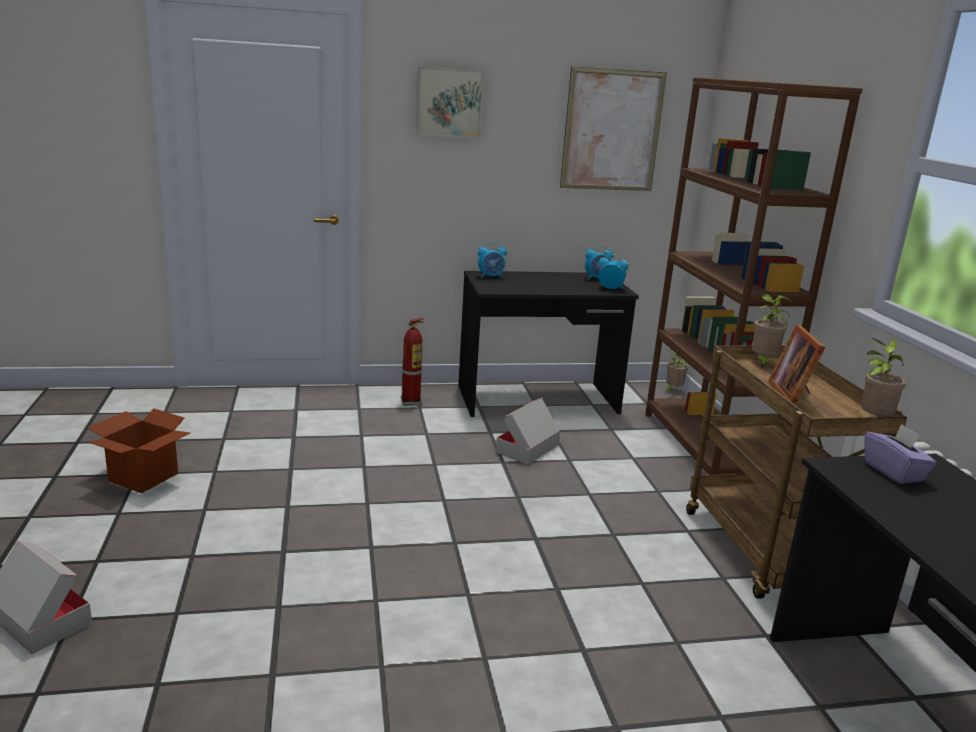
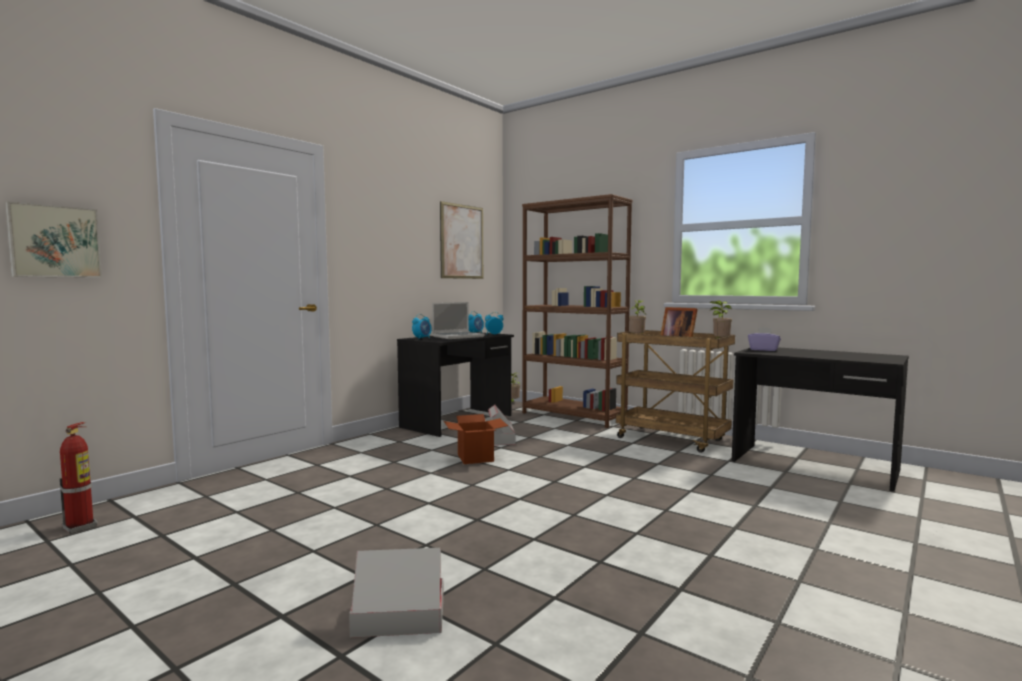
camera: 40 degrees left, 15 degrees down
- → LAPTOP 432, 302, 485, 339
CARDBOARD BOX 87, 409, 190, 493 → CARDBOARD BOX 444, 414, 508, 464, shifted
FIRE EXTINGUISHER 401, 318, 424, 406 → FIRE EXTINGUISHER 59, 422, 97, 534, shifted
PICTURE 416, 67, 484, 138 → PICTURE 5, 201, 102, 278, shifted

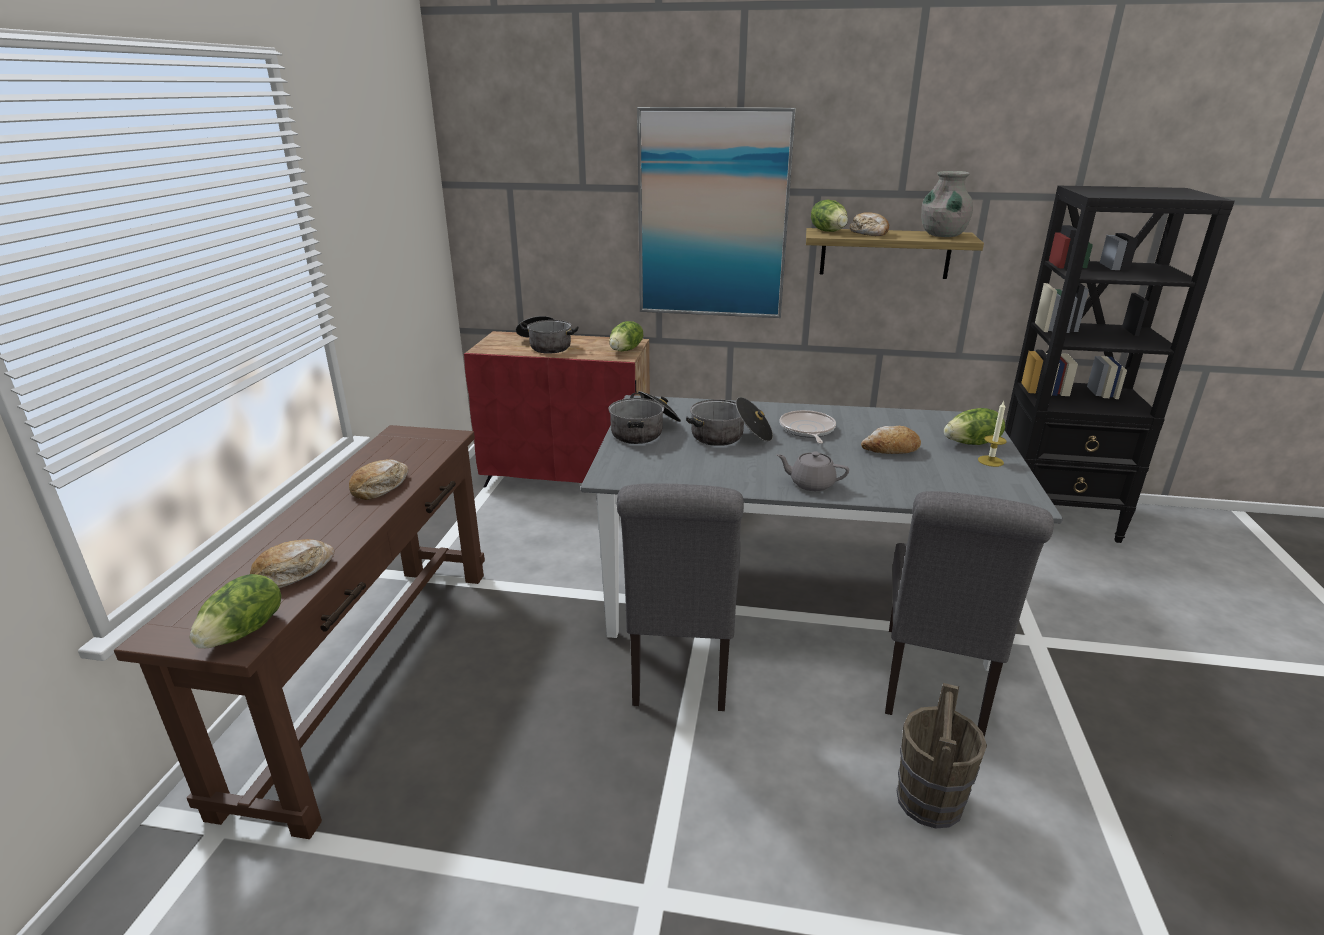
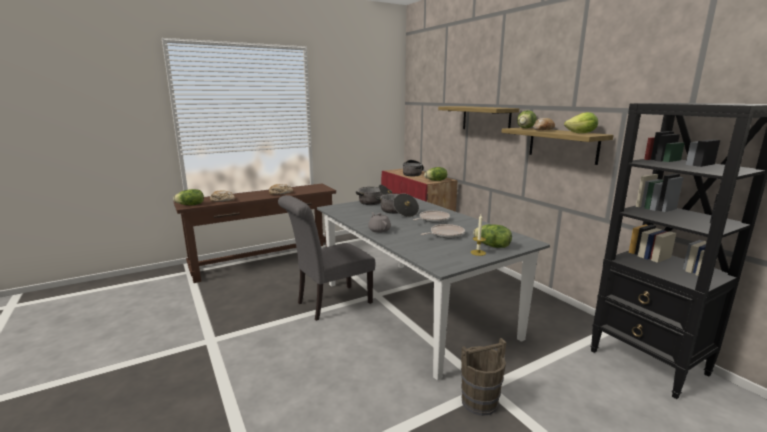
camera: 50 degrees right, 10 degrees down
GREY CHAIR 885, 491, 1054, 736 → -
BROWN BUCKET 897, 683, 987, 829 → BROWN BUCKET 461, 338, 506, 416, shifted
PICTURE 637, 107, 796, 318 → SHELF 438, 106, 519, 129
BREAD 861, 426, 921, 454 → FRYING PAN 421, 224, 465, 238
GREY VASE 921, 171, 973, 237 → LETTUCE 564, 112, 598, 133

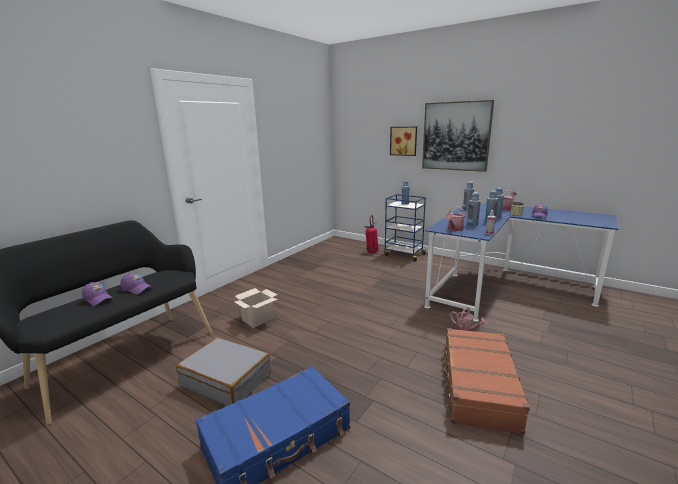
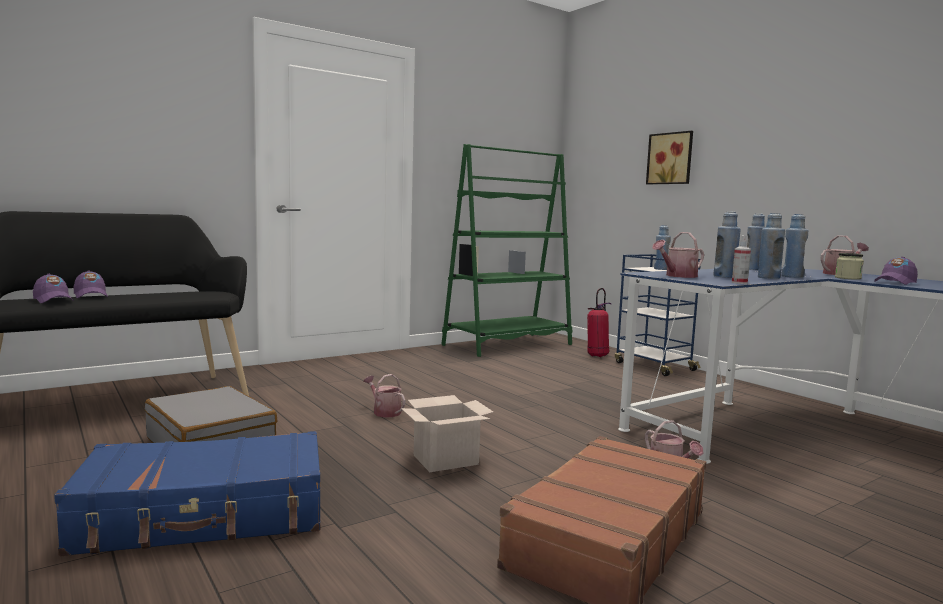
camera: 20 degrees right, 10 degrees down
PICTURE 422, 100, 494, 172 → -
- → WATERING CAN 364, 374, 406, 417
- → GREEN BOOKCASE 441, 144, 572, 357
PURPLE CAP 121, 273, 153, 294 → PURPLE CAP 33, 274, 74, 303, shifted
CARDBOARD BOX 235, 288, 278, 328 → CARDBOARD BOX 401, 395, 493, 472, shifted

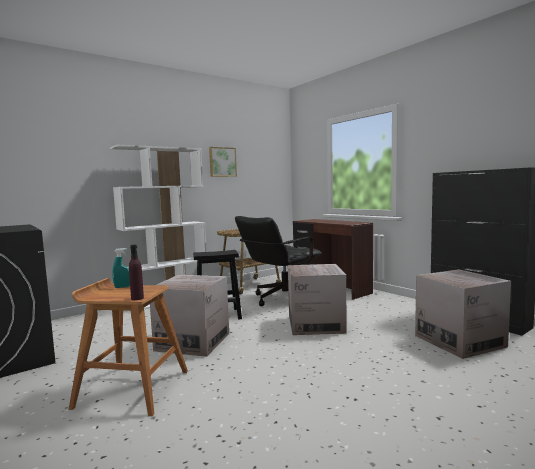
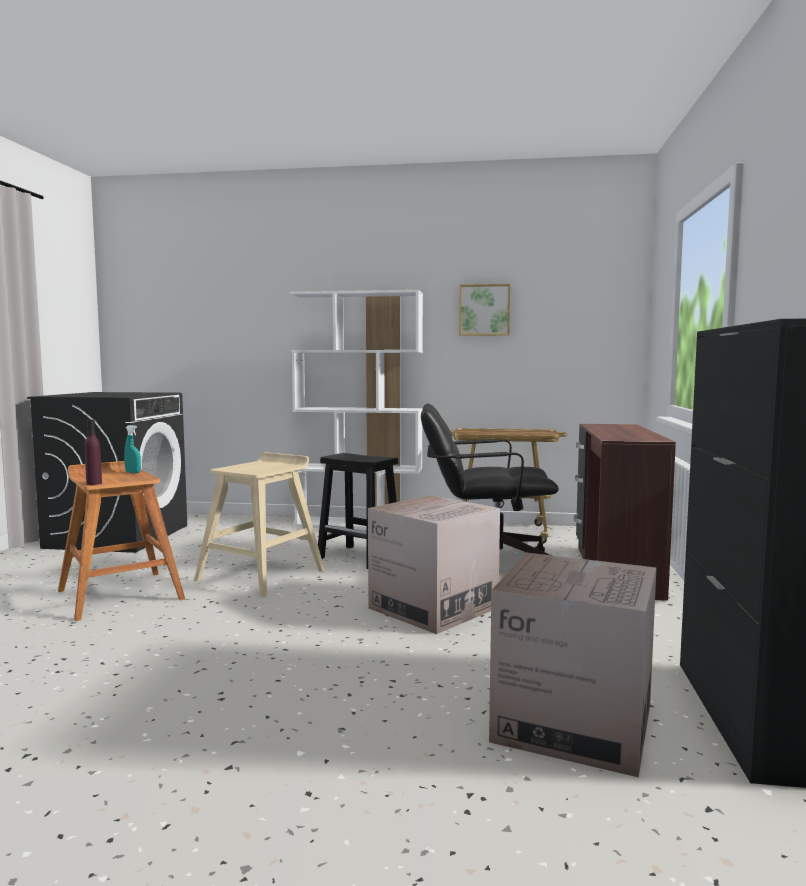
camera: 45 degrees right, 0 degrees up
CARDBOARD BOX 150, 275, 229, 357 → BEIGE STOOL 194, 452, 325, 597

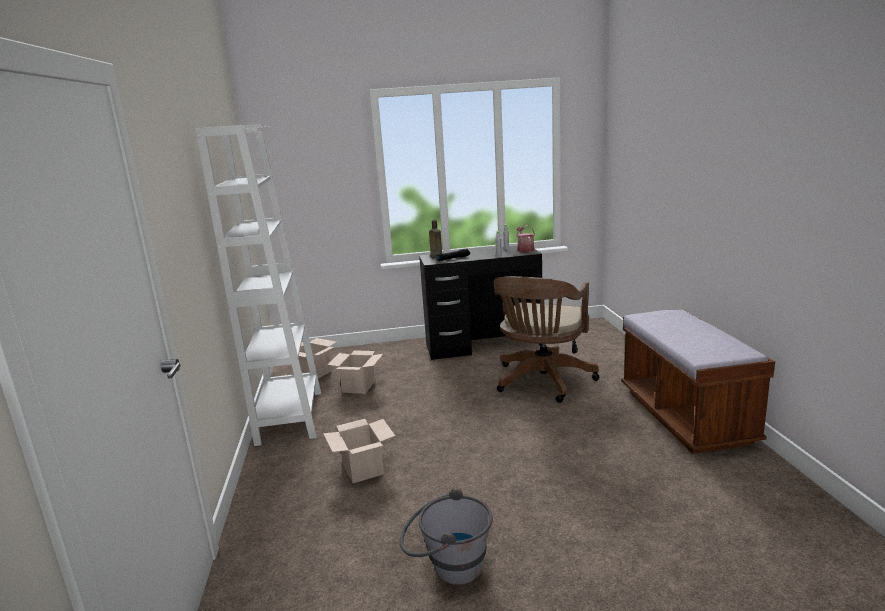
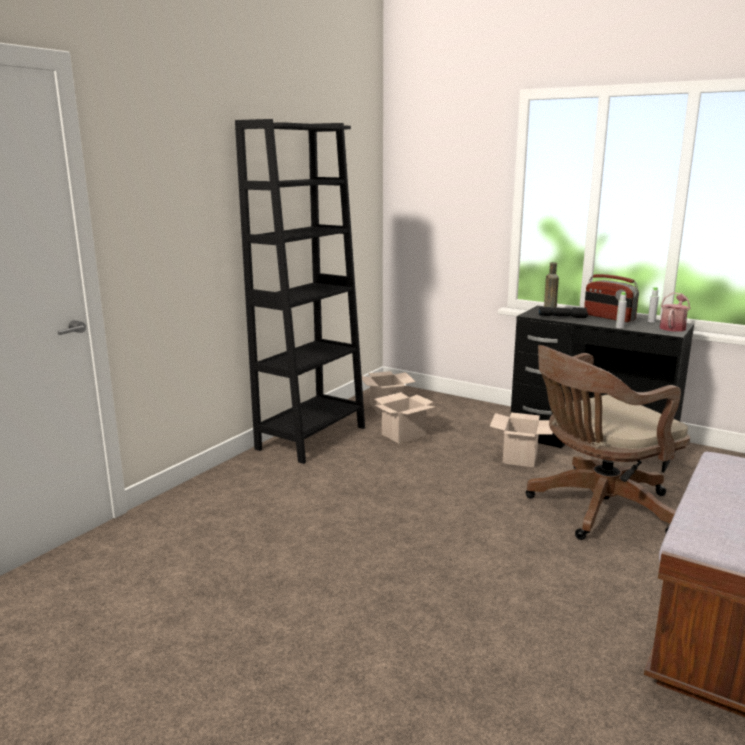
camera: 40 degrees right, 0 degrees up
GREY BUCKET 400, 488, 493, 585 → -
- → RADIO 584, 274, 639, 322
CARDBOARD BOX 323, 419, 395, 483 → CARDBOARD BOX 490, 412, 553, 467, shifted
WHITE BOOKCASE 195, 124, 321, 446 → BLACK BOOKCASE 235, 119, 365, 464

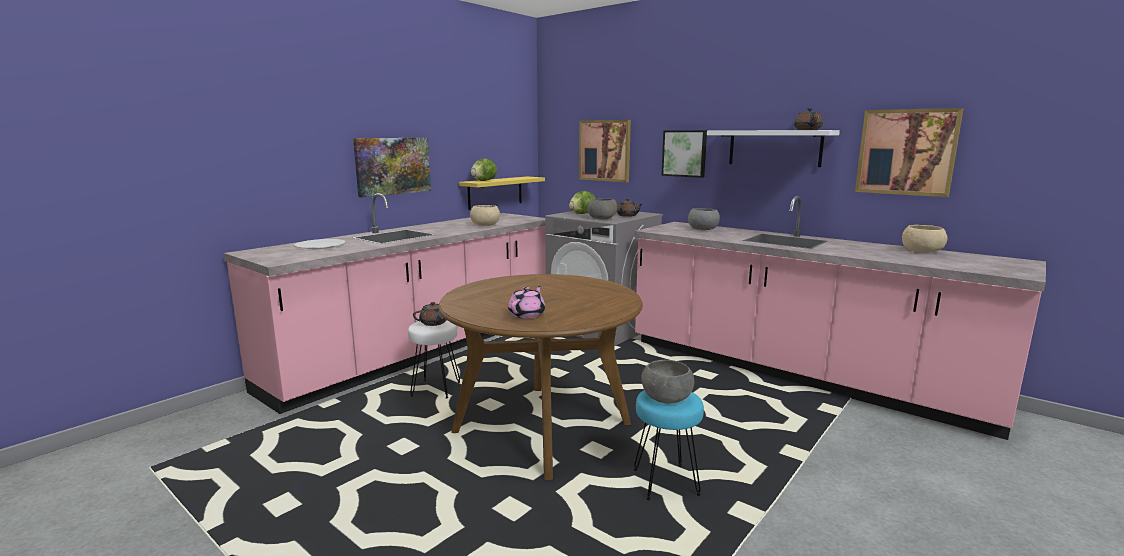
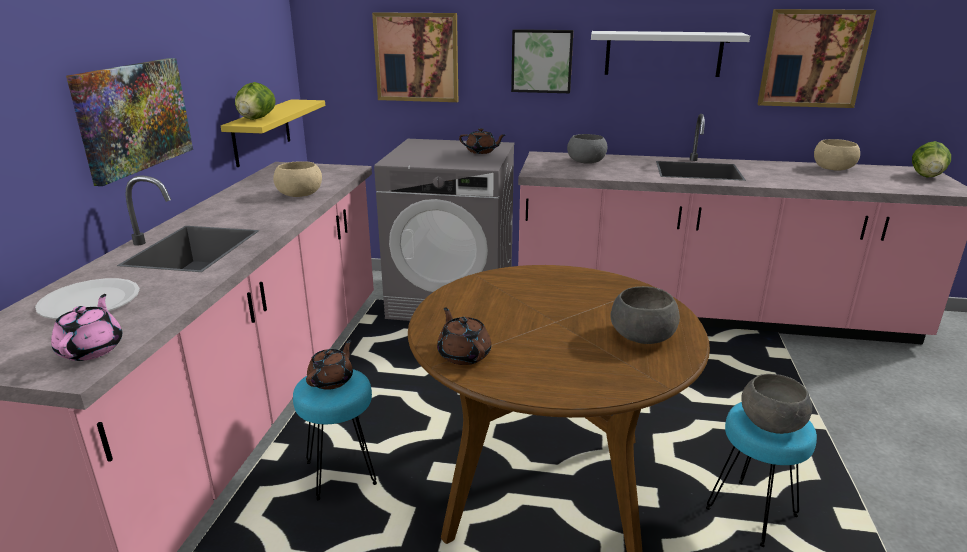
camera: 30 degrees left, 10 degrees up
PINK TEAPOT 508, 286, 545, 319 → PINK TEAPOT 51, 294, 122, 361, shifted
LETTUCE 569, 191, 596, 214 → LETTUCE 912, 141, 951, 178, shifted
GREY BOWL 587, 198, 617, 219 → GREY BOWL 610, 286, 680, 344, shifted
BROWN TEAPOT 794, 108, 823, 130 → BROWN TEAPOT 437, 307, 491, 365, shifted
WHITE STOOL 408, 320, 460, 399 → TURQUOISE STOOL 293, 369, 377, 500

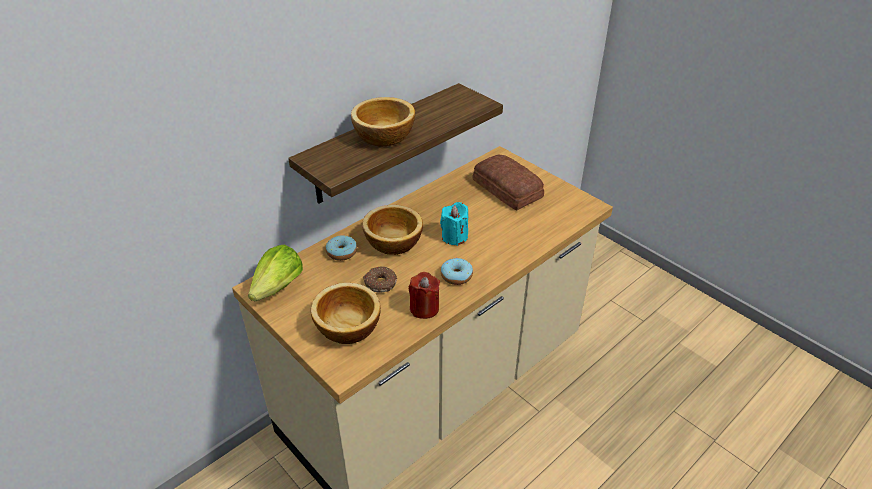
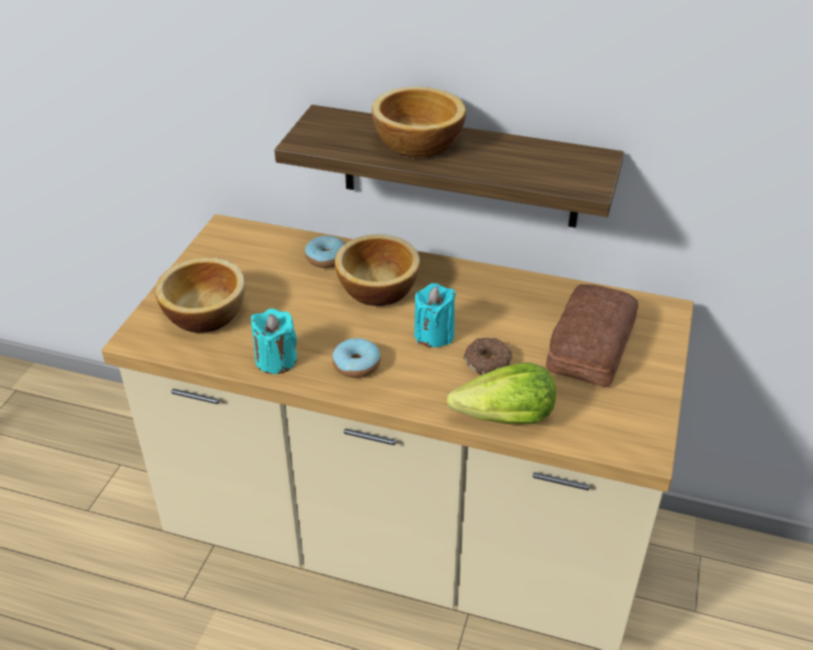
camera: 60 degrees right, 0 degrees up
LETTUCE 248, 245, 303, 301 → LETTUCE 447, 363, 556, 424, shifted
DONUT 363, 266, 397, 293 → DONUT 463, 337, 512, 375, shifted
RED CANDLE 409, 272, 440, 319 → TURQUOISE CANDLE 251, 308, 297, 374

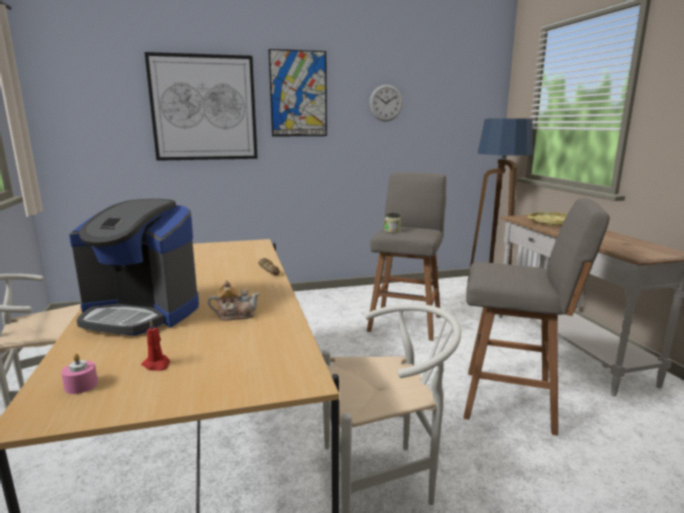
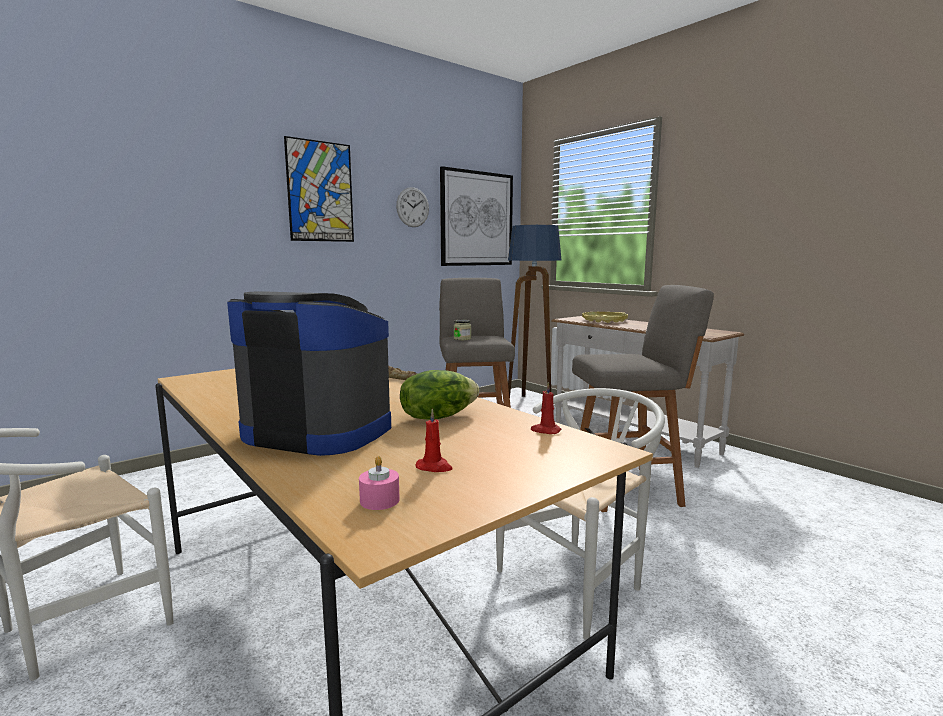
camera: 25 degrees left, 5 degrees down
- → RED CANDLE 531, 382, 562, 434
PICTURE 145, 52, 258, 161 → PICTURE 440, 166, 513, 266, shifted
TEAPOT 208, 280, 260, 321 → LETTUCE 400, 370, 479, 420
COFFEE MACHINE 69, 199, 199, 336 → COFFEE MACHINE 227, 291, 391, 456, 150 degrees counterclockwise

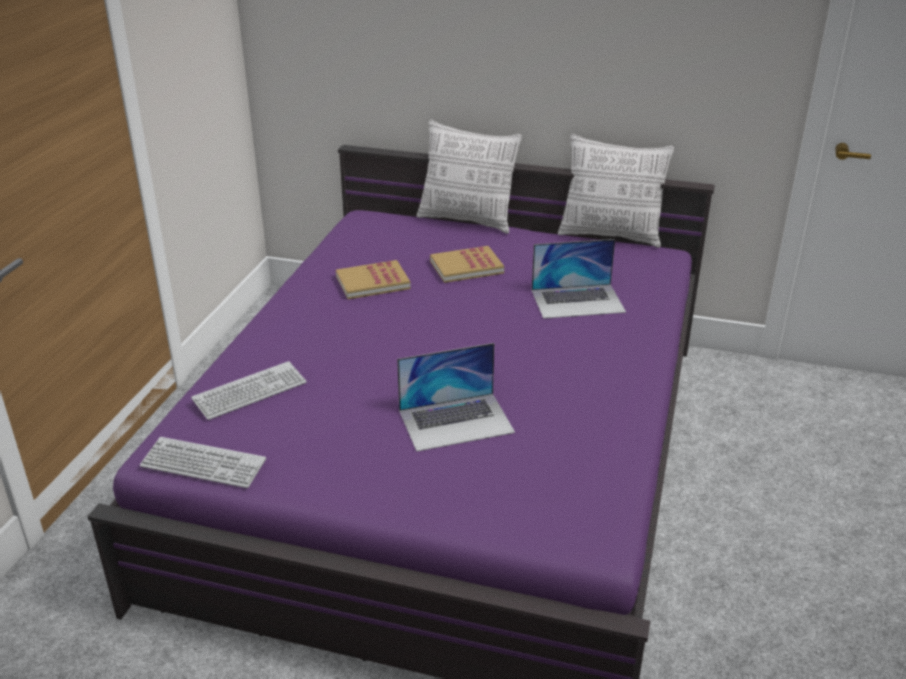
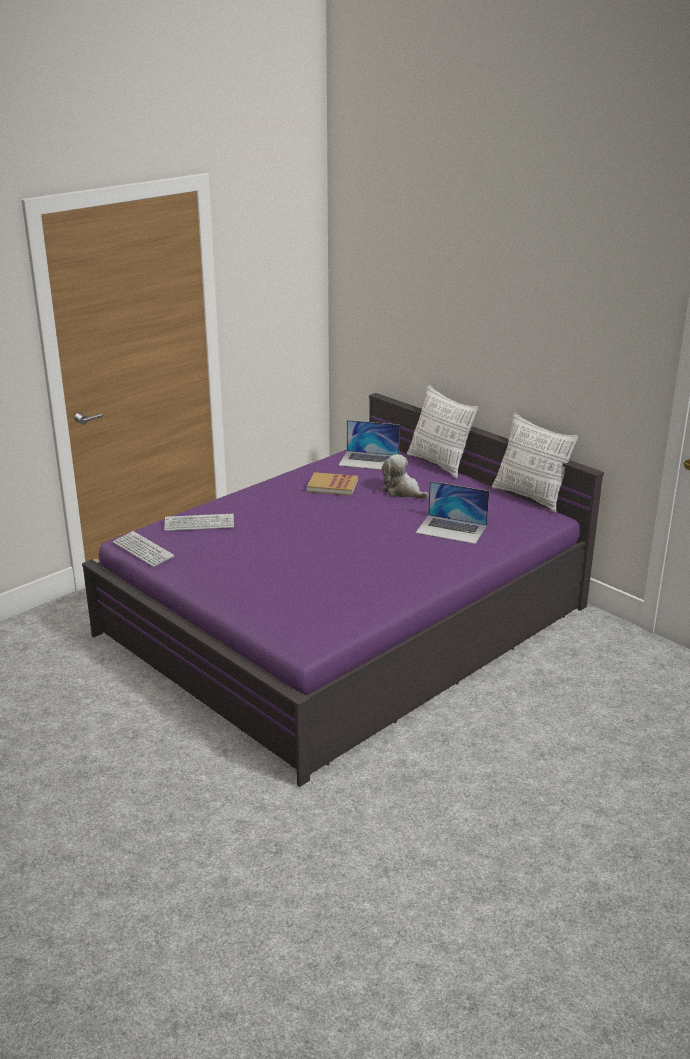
camera: 30 degrees right, 5 degrees down
LAPTOP 397, 343, 515, 452 → LAPTOP 339, 420, 400, 470, shifted
BOOK 430, 246, 504, 283 → PLUSH TOY 381, 454, 429, 499

